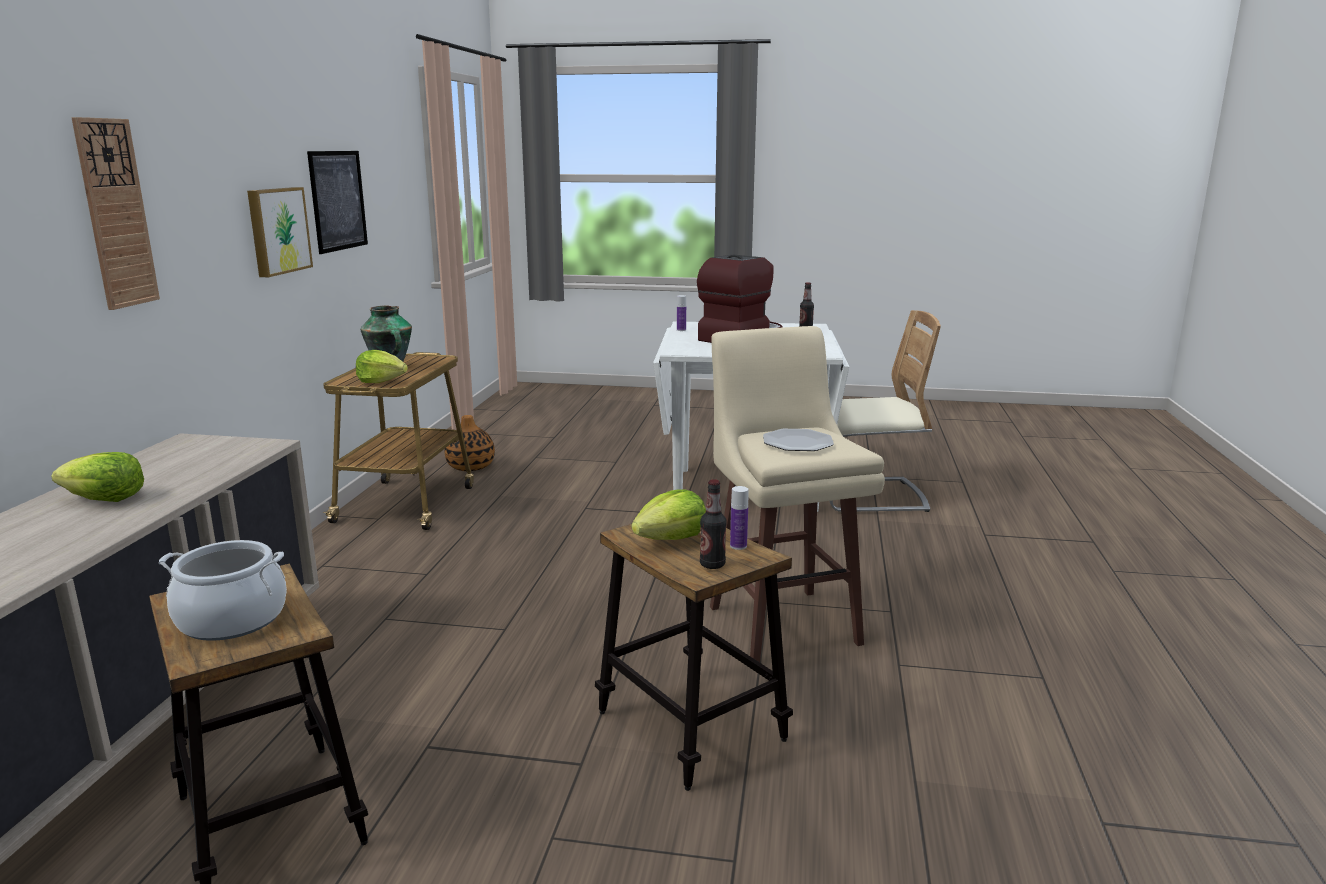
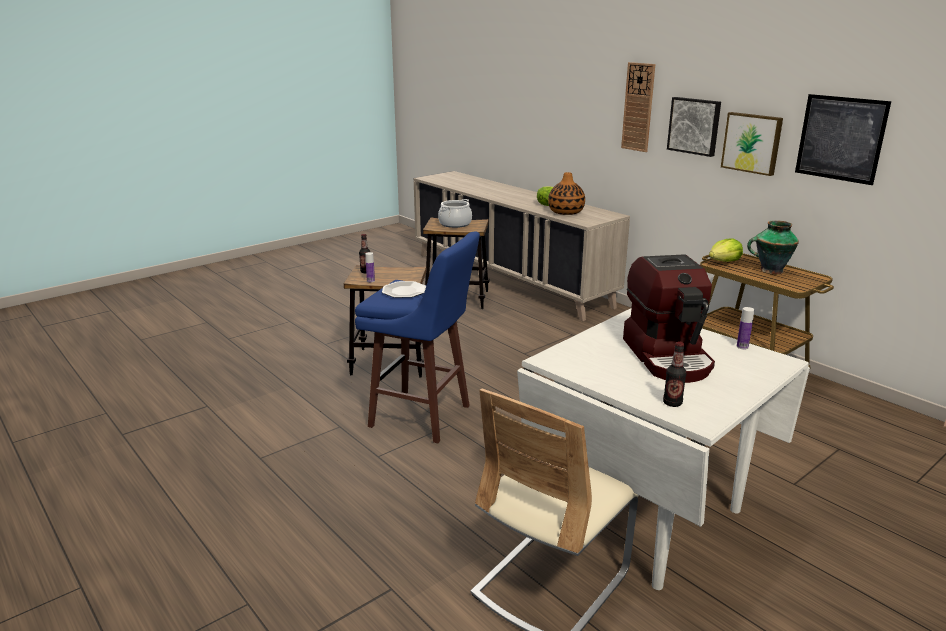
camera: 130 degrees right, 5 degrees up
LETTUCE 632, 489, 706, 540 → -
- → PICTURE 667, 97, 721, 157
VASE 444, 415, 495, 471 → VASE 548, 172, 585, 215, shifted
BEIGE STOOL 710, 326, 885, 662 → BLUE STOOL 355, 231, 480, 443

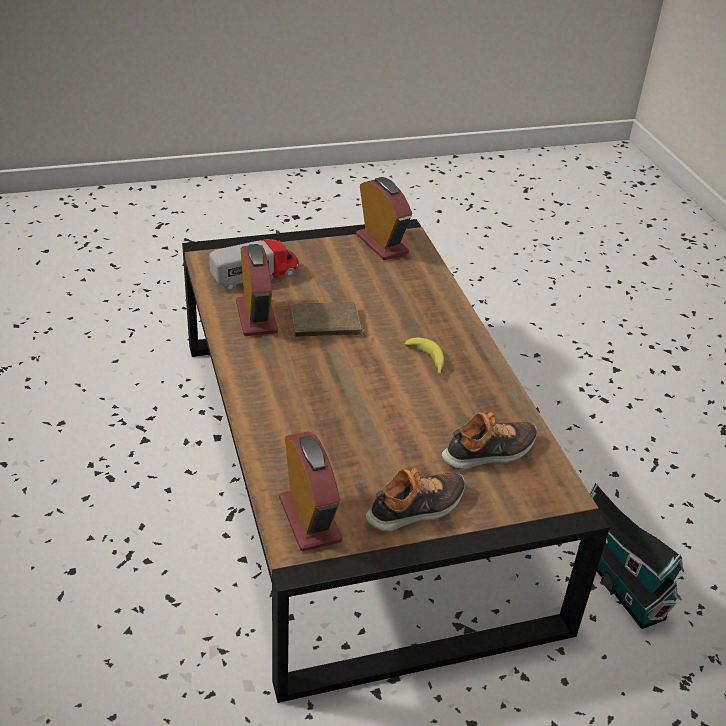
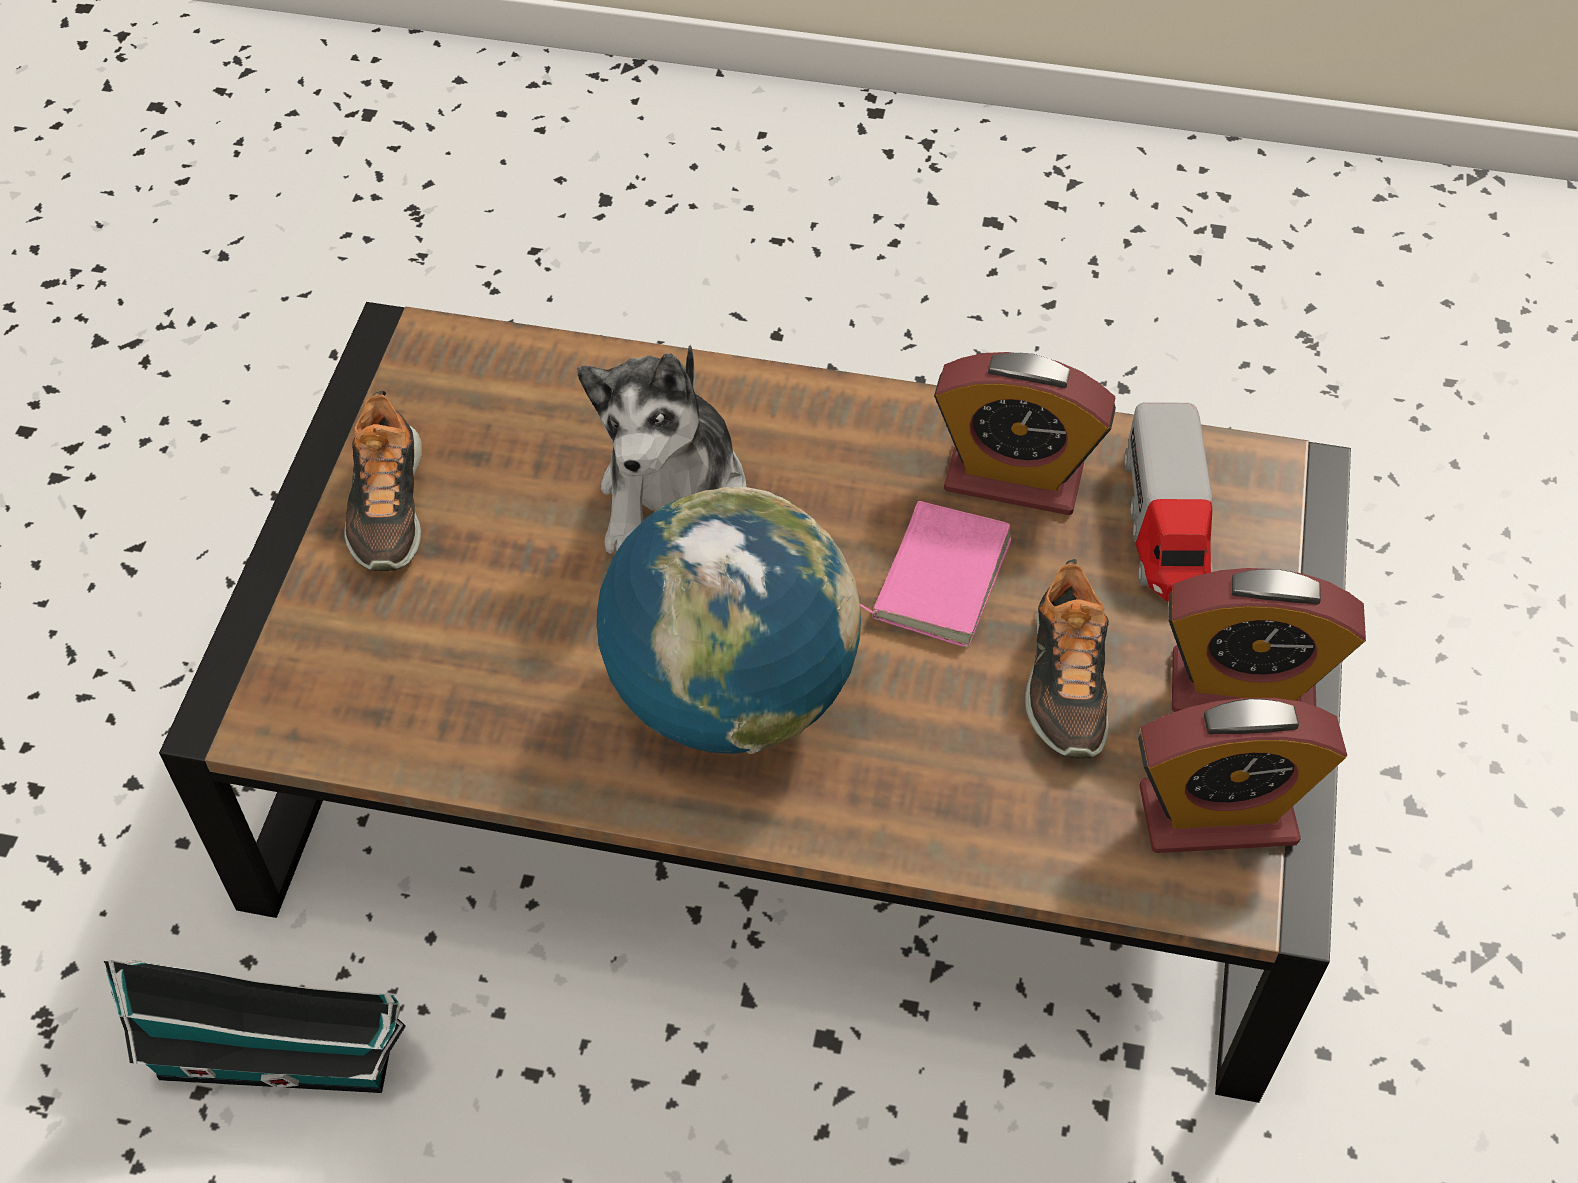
camera: 120 degrees right, 15 degrees up
- → PLUSH TOY 577, 345, 746, 554
ALARM CLOCK 279, 432, 342, 551 → ALARM CLOCK 1168, 568, 1366, 712, shifted
SHOE 442, 412, 537, 470 → SHOE 1025, 559, 1109, 759, shifted
BANANA 405, 338, 444, 374 → GLOBE 597, 487, 861, 754
BROWN BOOK 291, 301, 364, 339 → PINK BOOK 860, 501, 1012, 647

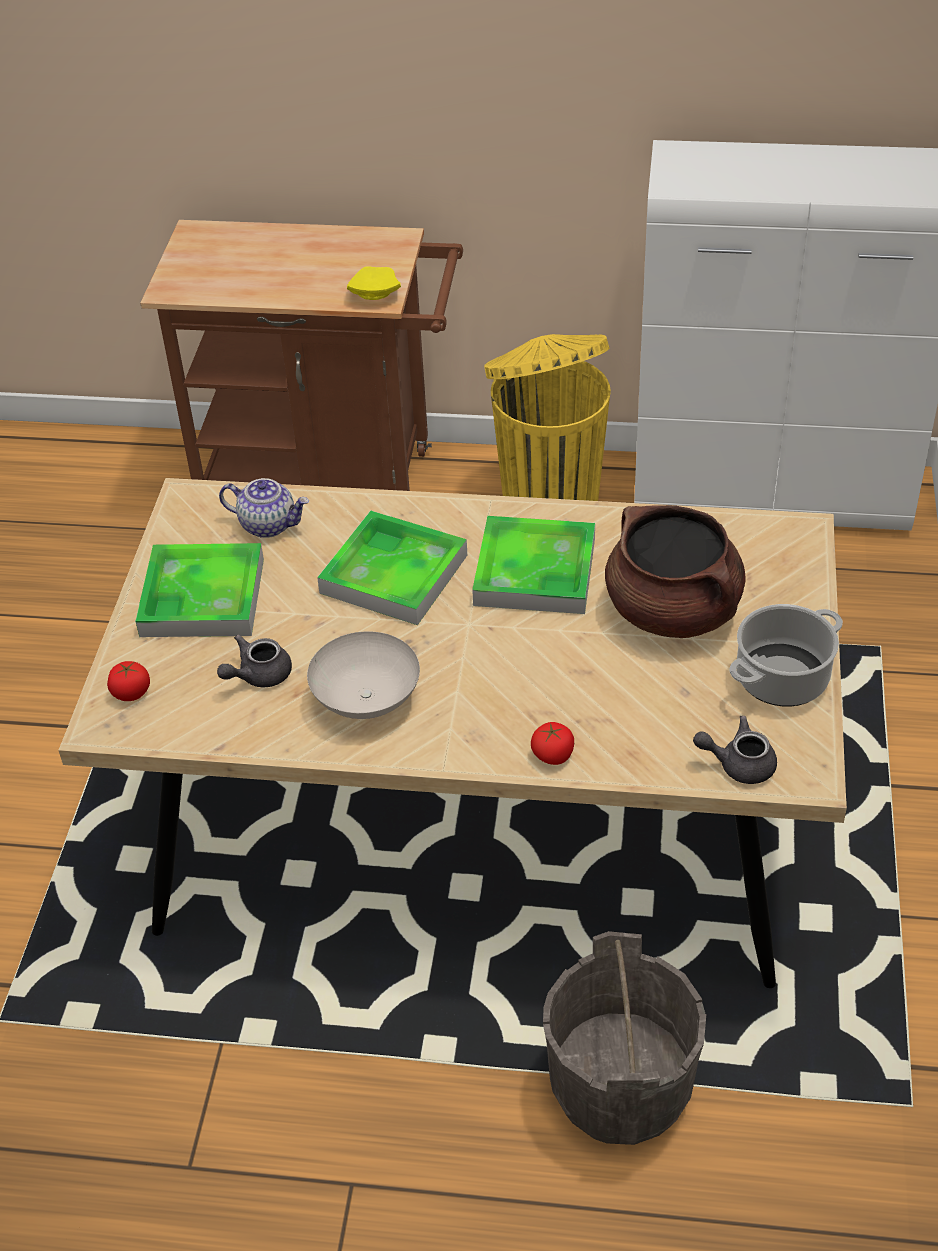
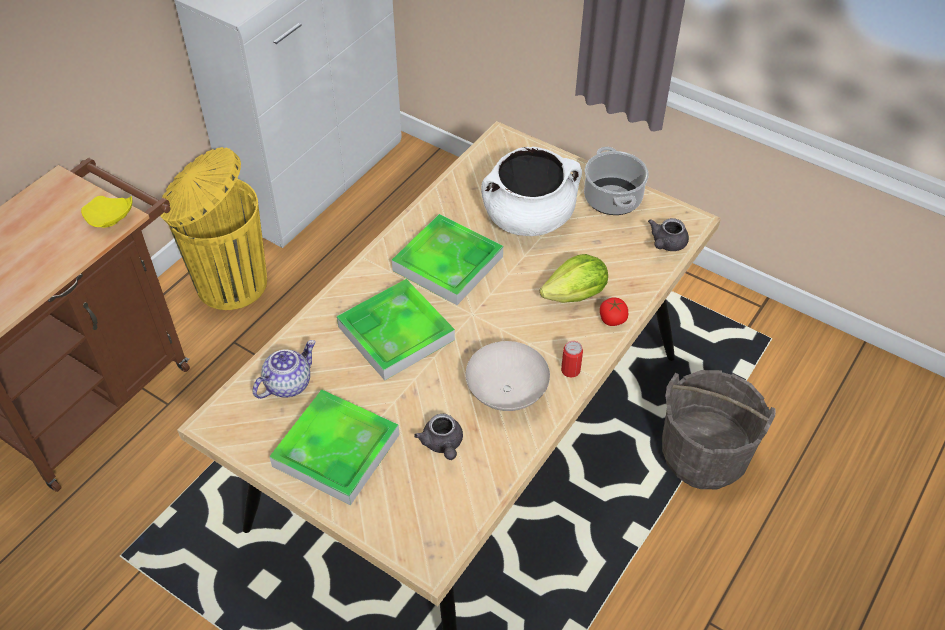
camera: 65 degrees left, 5 degrees up
TOMATO 107, 661, 150, 701 → -
- → LETTUCE 540, 254, 608, 303
- → CAN 561, 341, 583, 378
BROWN COOKING POT 605, 505, 746, 638 → WHITE COOKING POT 481, 147, 582, 236

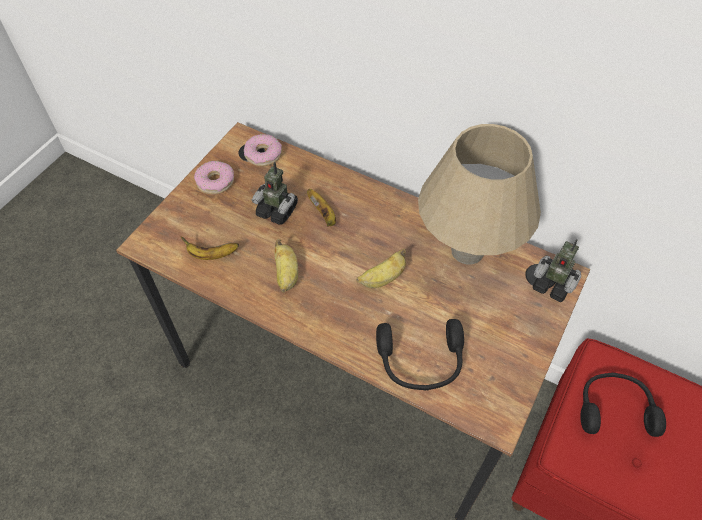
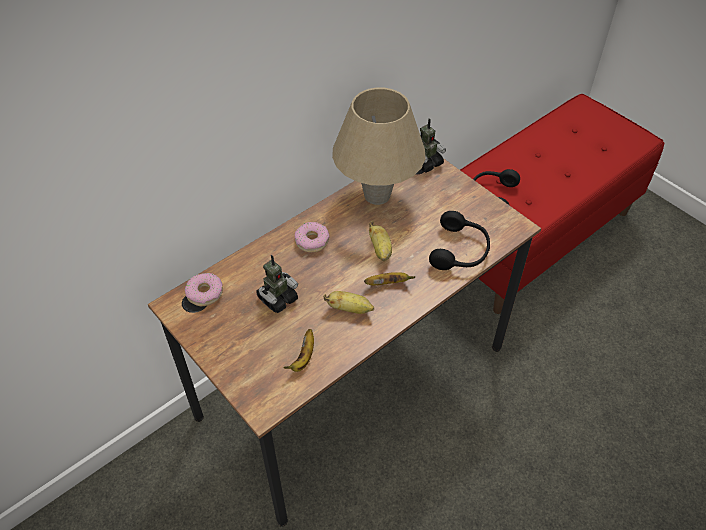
camera: 70 degrees left, 5 degrees down
DONUT 194, 161, 234, 194 → DONUT 295, 222, 330, 253, shifted
BANANA 307, 189, 336, 227 → BANANA 364, 272, 415, 285, shifted

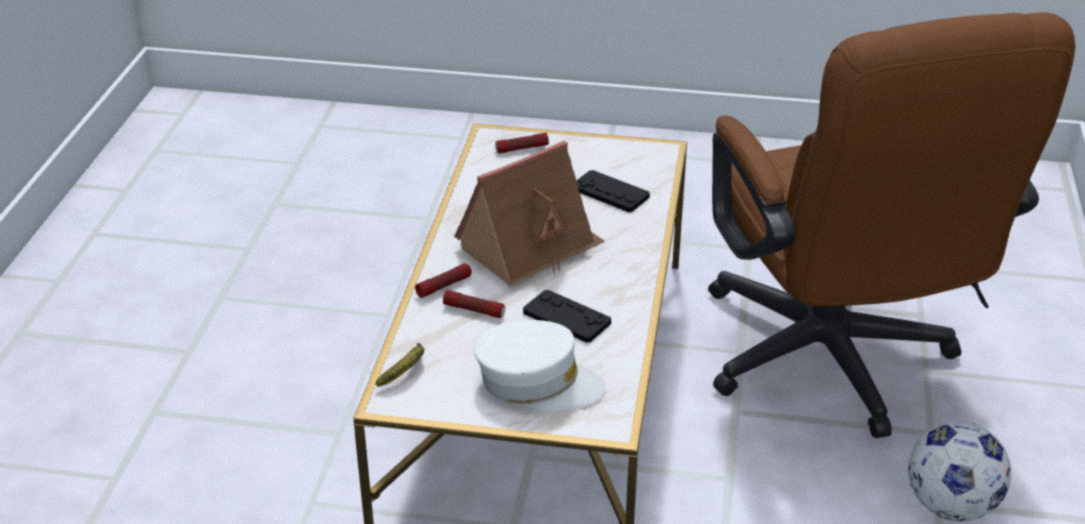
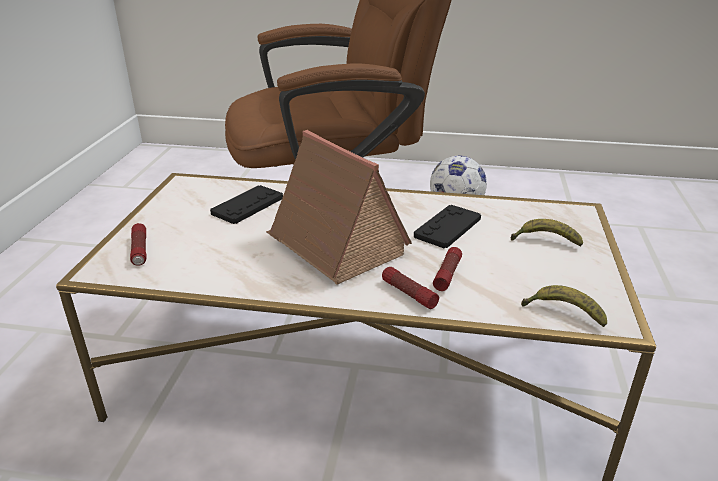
camera: 90 degrees left, 5 degrees down
WHITE CAP 474, 320, 606, 412 → BANANA 511, 219, 583, 246

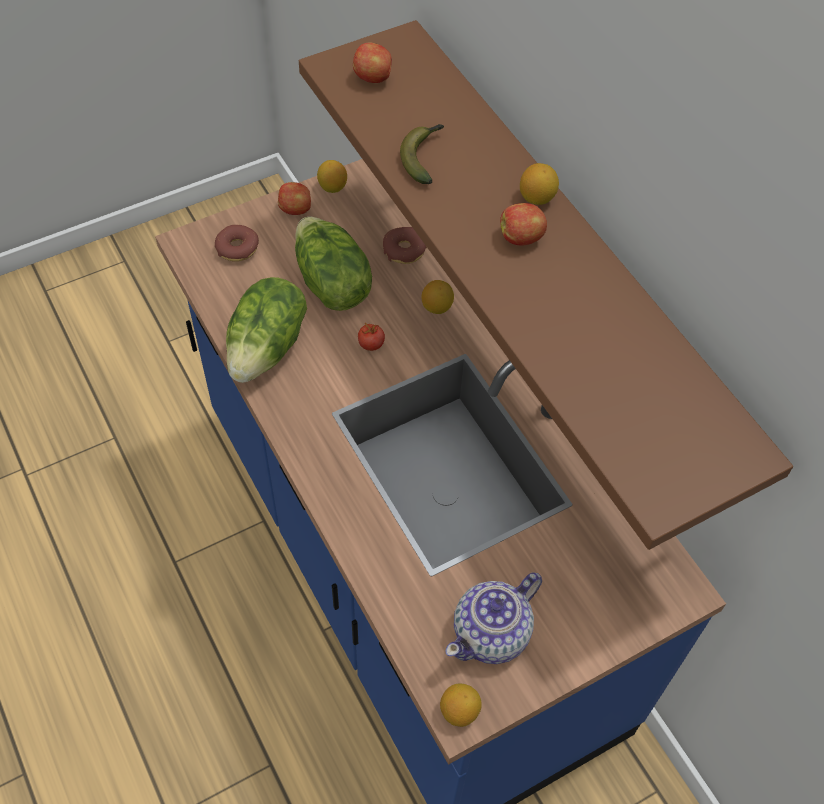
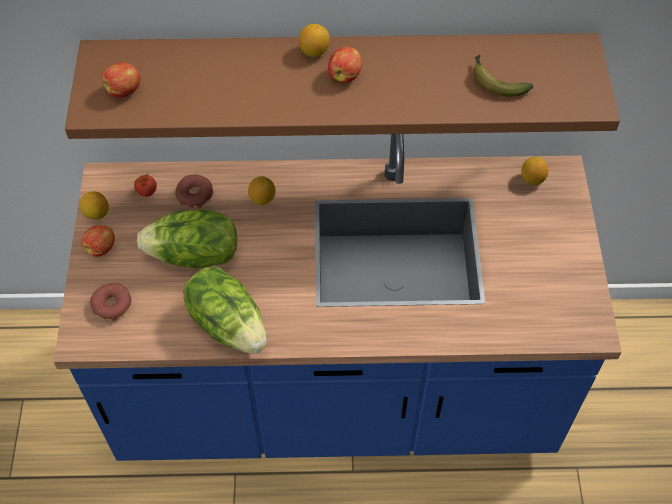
camera: 60 degrees left, 0 degrees up
TEAPOT 445, 573, 542, 664 → -
TOMATO 358, 323, 385, 351 → TOMATO 133, 172, 157, 197, shifted
BANANA 400, 124, 444, 184 → BANANA 473, 55, 533, 97, shifted
LEMON 440, 684, 482, 727 → LEMON 521, 157, 548, 185, shifted

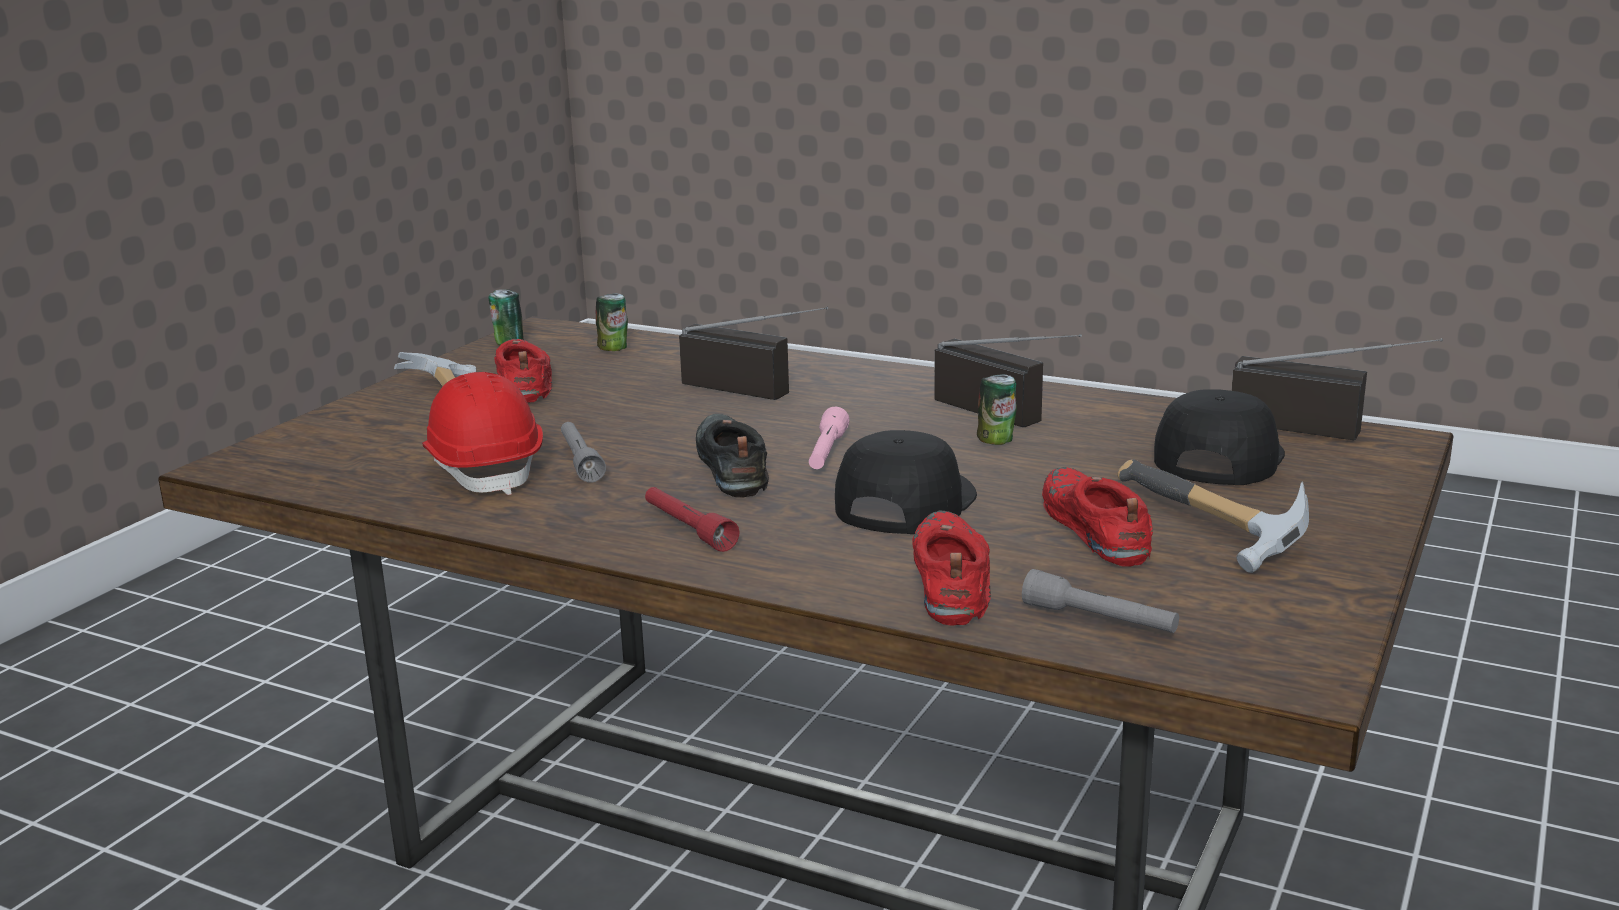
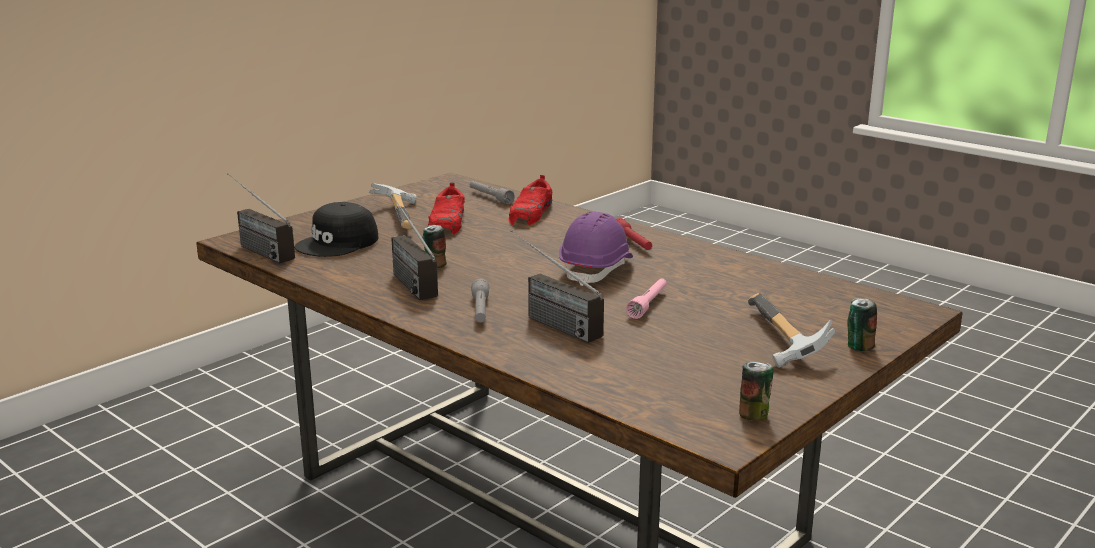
camera: 165 degrees left, 0 degrees up
RED HARD HAT 422, 372, 543, 495 → -
RED SHOE 494, 339, 552, 403 → -
BLACK CAP 835, 430, 977, 534 → -
GREY FLASHLIGHT 561, 422, 606, 482 → GREY FLASHLIGHT 471, 279, 489, 322, shifted
CAN 596, 293, 628, 351 → CAN 847, 298, 877, 351, shifted
PINK FLASHLIGHT 809, 406, 850, 469 → PINK FLASHLIGHT 626, 278, 667, 319, shifted
BLACK SHOE 696, 414, 769, 498 → PURPLE HARD HAT 559, 212, 633, 286

